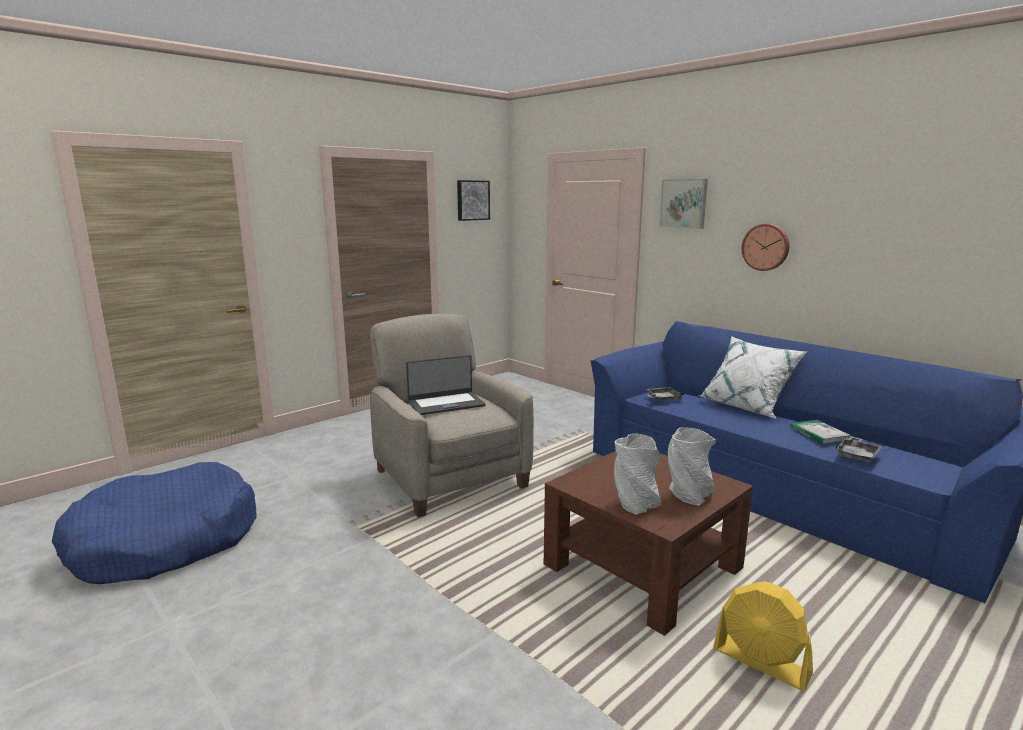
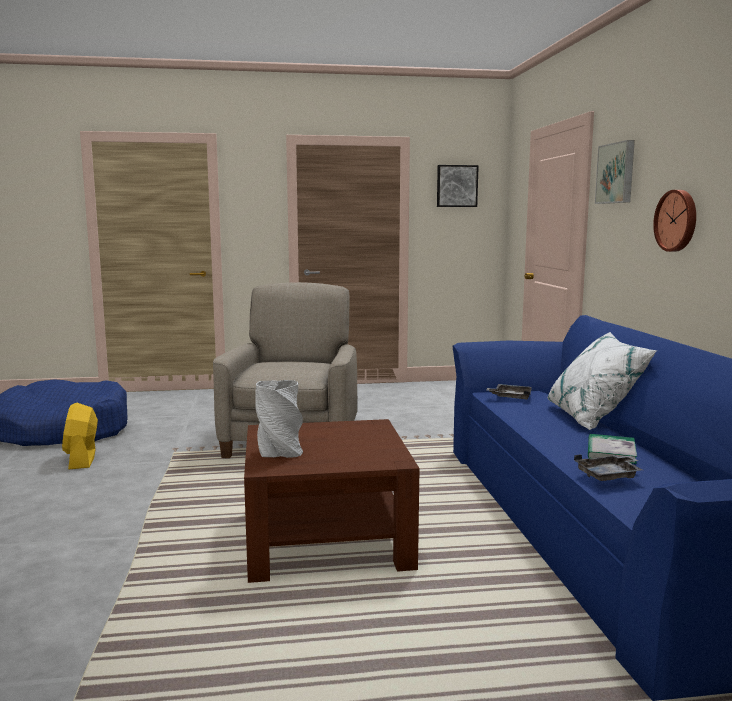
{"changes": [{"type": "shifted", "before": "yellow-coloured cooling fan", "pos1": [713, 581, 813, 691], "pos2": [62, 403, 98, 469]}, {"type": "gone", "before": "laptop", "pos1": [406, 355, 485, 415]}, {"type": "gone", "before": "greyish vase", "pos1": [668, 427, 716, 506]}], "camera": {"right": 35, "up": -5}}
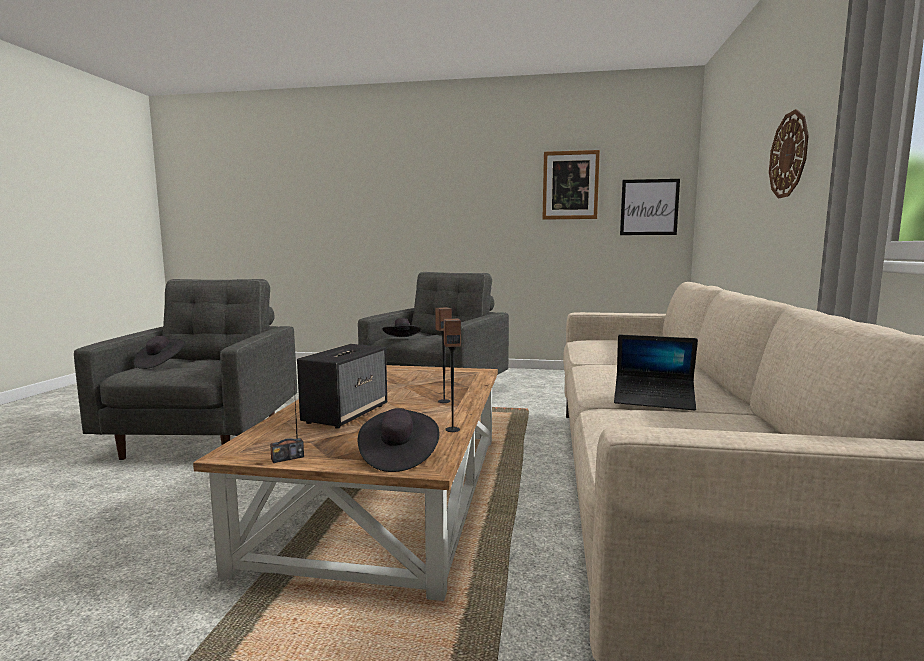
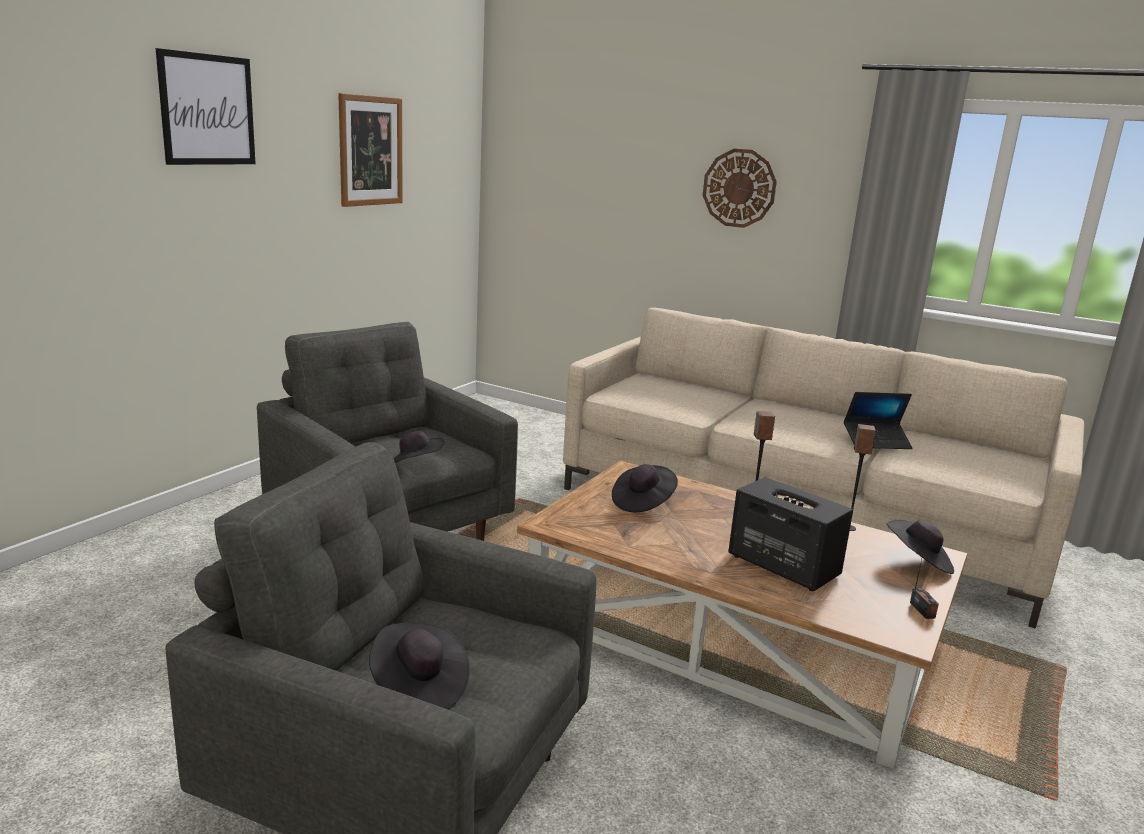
{"changes": [{"type": "shifted", "before": "wall art", "pos1": [620, 179, 680, 235], "pos2": [156, 48, 256, 165]}, {"type": "new", "after": "blackish clothing hat", "pos2": [612, 464, 678, 512]}, {"type": "rotated", "before": "laptop", "pos1": [614, 334, 698, 410], "pos2": [844, 392, 913, 449], "turn": 45}], "camera": {"right": -70, "up": 10}}
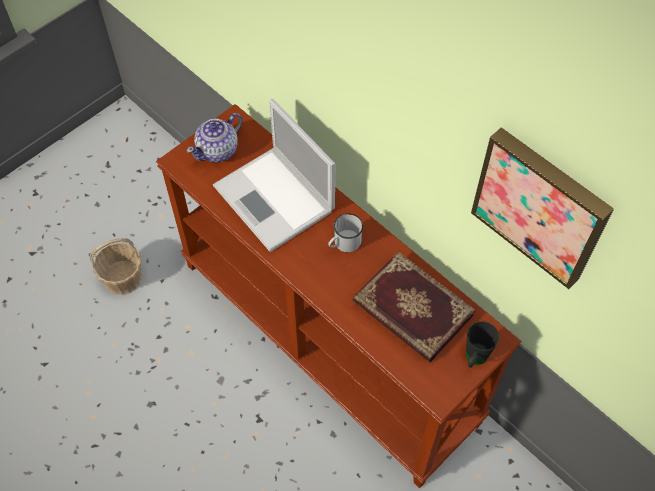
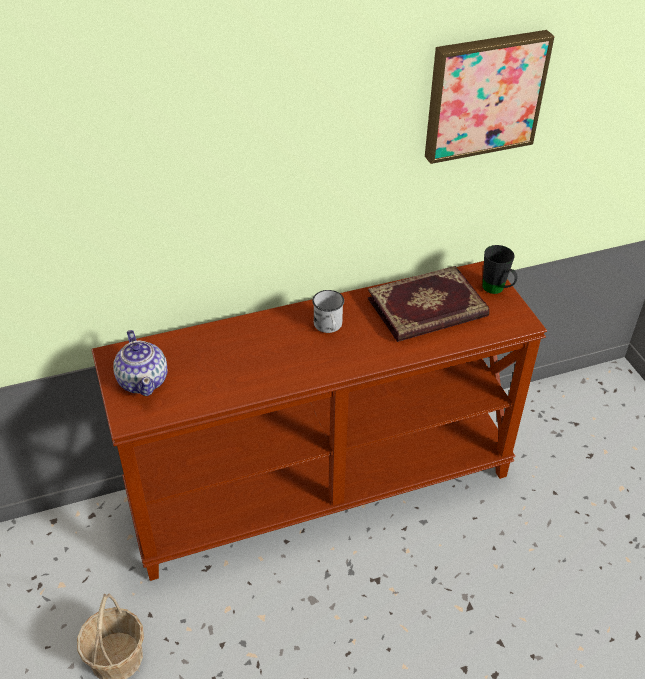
{"changes": [{"type": "gone", "before": "laptop", "pos1": [213, 99, 335, 252]}], "camera": {"right": -65, "up": -15}}
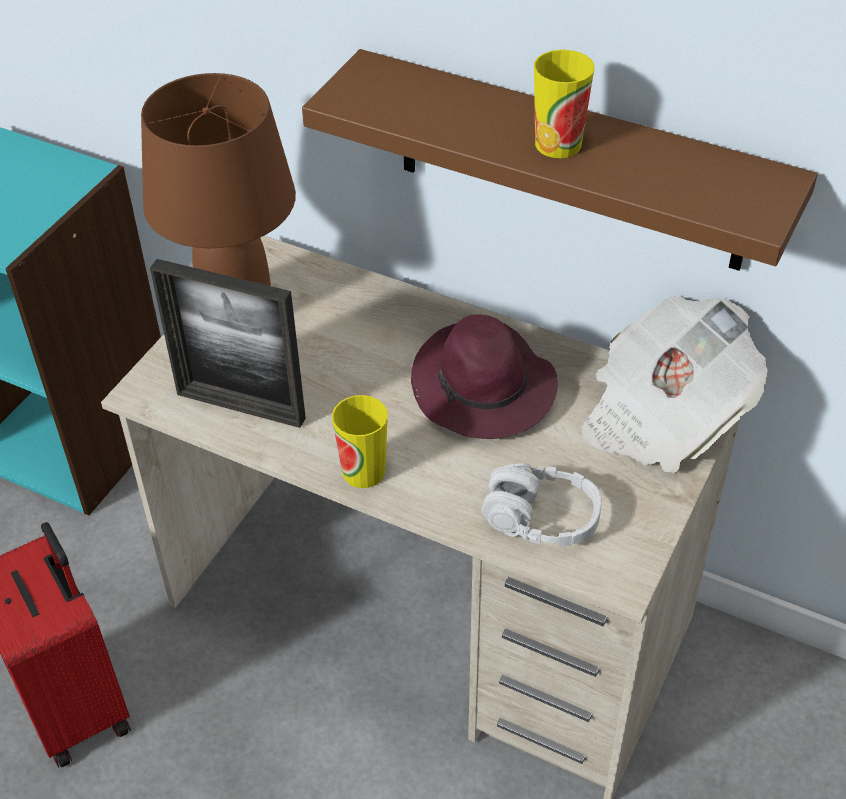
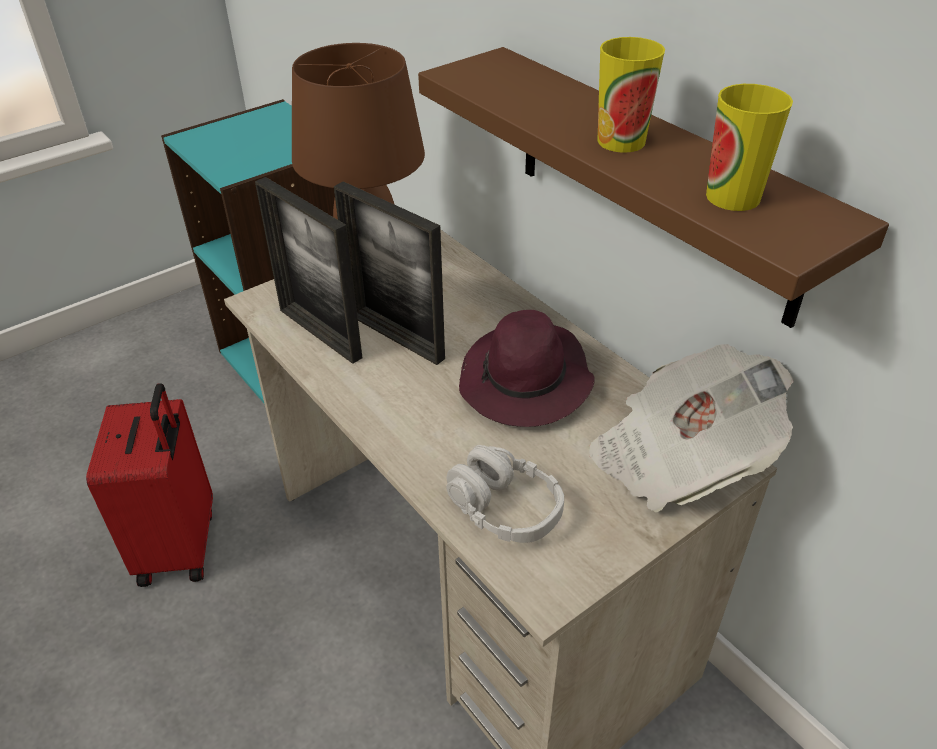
{"changes": [{"type": "new", "after": "photo frame", "pos2": [334, 181, 445, 365]}, {"type": "shifted", "before": "small cup", "pos1": [332, 395, 388, 488], "pos2": [706, 84, 793, 211]}], "camera": {"right": 25, "up": -5}}
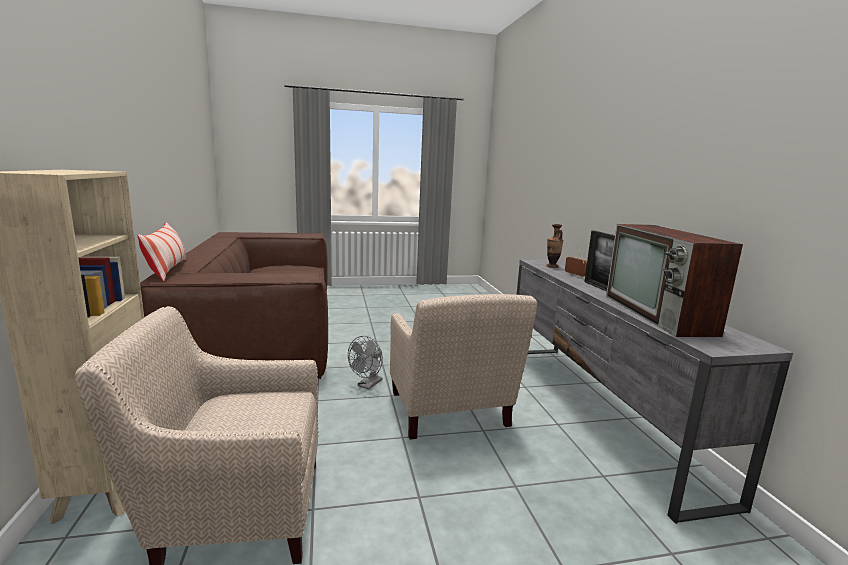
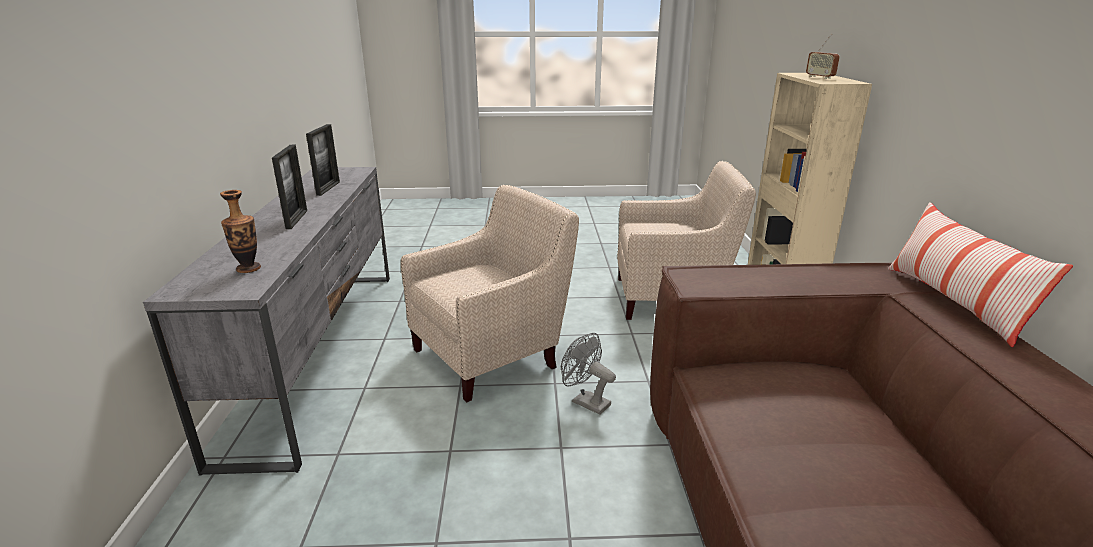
{"changes": [{"type": "swapped", "before": "television", "after": "photo frame", "pos1": [606, 224, 743, 337], "pos2": [306, 124, 340, 196]}, {"type": "rotated", "before": "beige-coloured armchair", "pos1": [390, 294, 537, 440], "pos2": [401, 185, 579, 403], "turn": 60}, {"type": "rotated", "before": "greyish cooling fan", "pos1": [348, 336, 383, 390], "pos2": [561, 333, 616, 415], "turn": -90}, {"type": "shifted", "before": "radio", "pos1": [565, 247, 587, 278], "pos2": [806, 34, 840, 79]}], "camera": {"right": -170, "up": 10}}
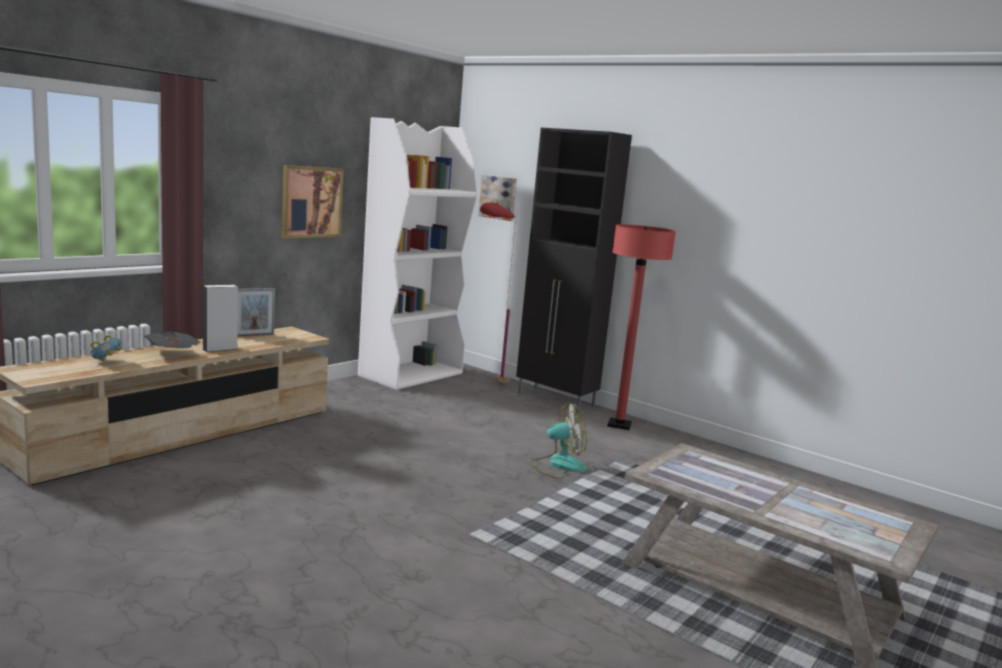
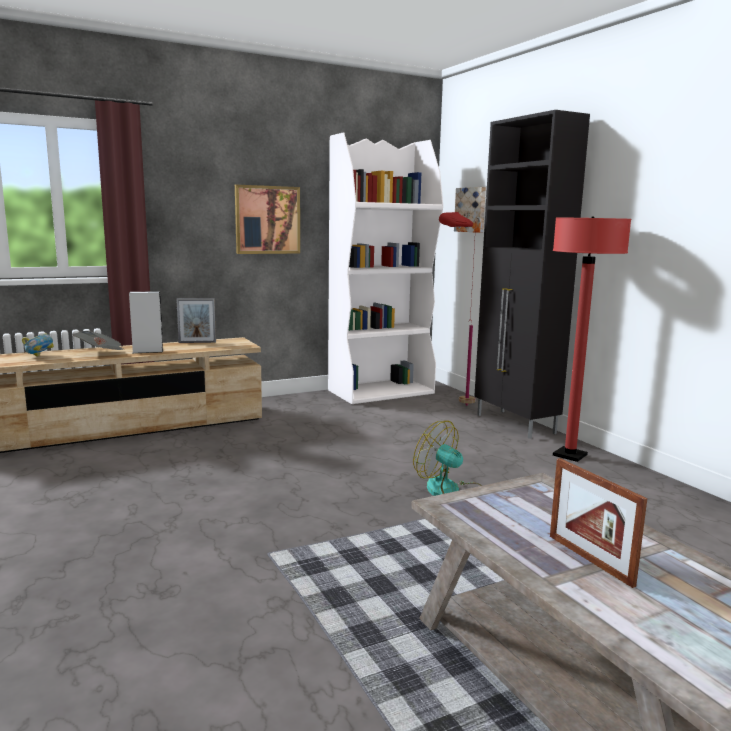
{"changes": [{"type": "rotated", "before": "cooling fan", "pos1": [530, 402, 587, 479], "pos2": [413, 421, 482, 496], "turn": -150}, {"type": "new", "after": "photo frame", "pos2": [550, 458, 647, 588]}], "camera": {"right": 25, "up": 0}}
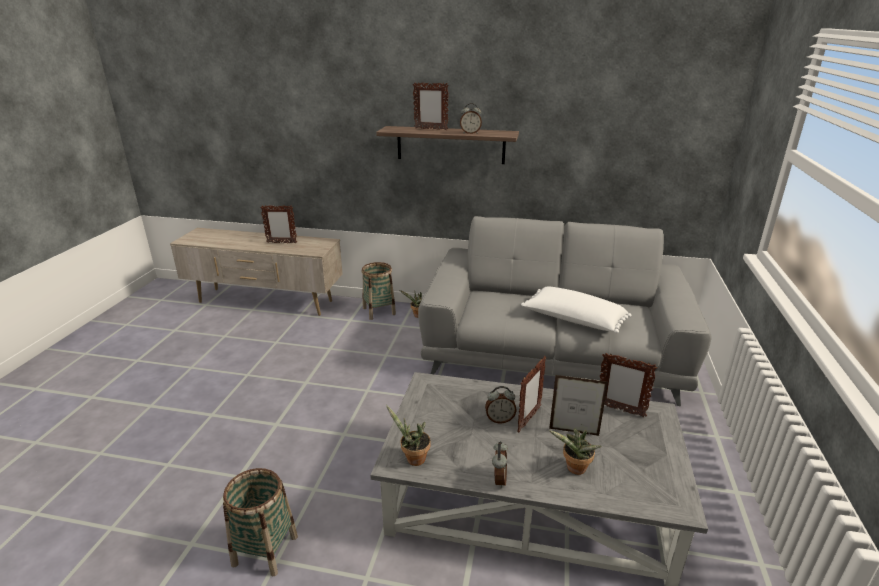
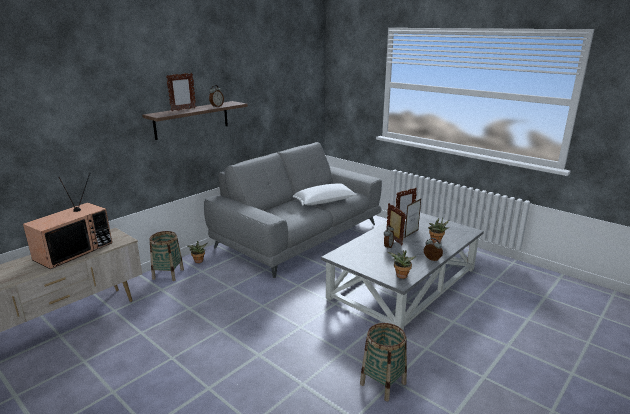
{"changes": [{"type": "swapped", "before": "photo frame", "after": "television", "pos1": [260, 205, 297, 244], "pos2": [23, 172, 112, 269]}], "camera": {"right": -60, "up": -5}}
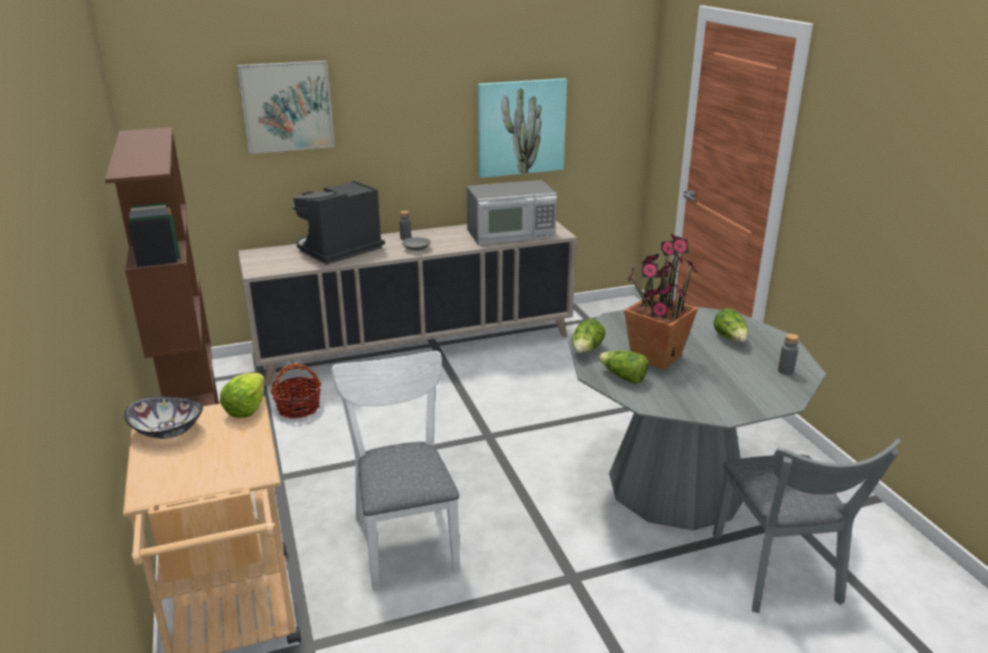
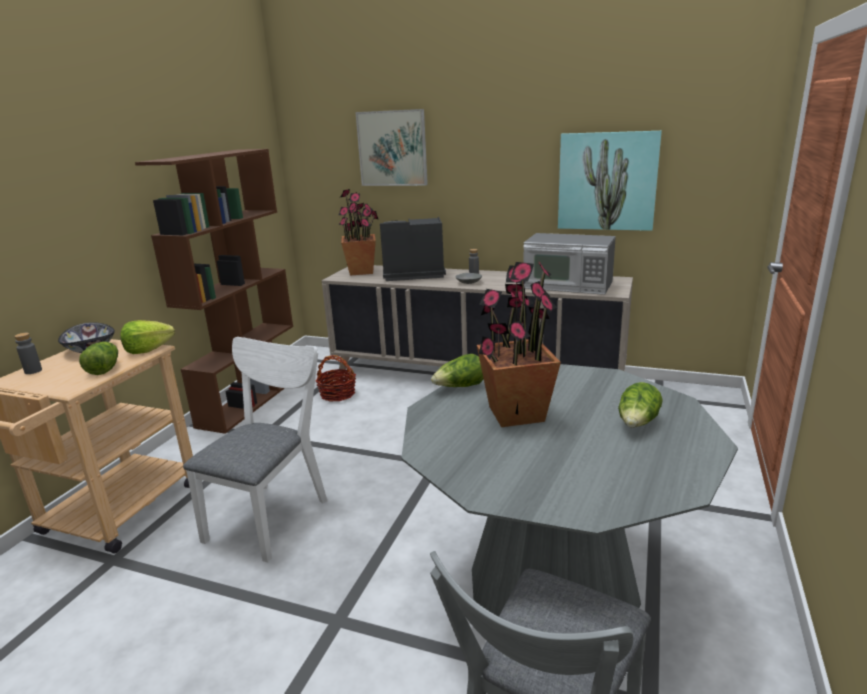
{"changes": [{"type": "shifted", "before": "greyish drink bottle", "pos1": [778, 334, 799, 375], "pos2": [14, 333, 42, 374]}, {"type": "shifted", "before": "lettuce", "pos1": [599, 350, 649, 384], "pos2": [79, 341, 118, 375]}, {"type": "new", "after": "houseplant", "pos2": [338, 189, 379, 276]}], "camera": {"right": 40, "up": -5}}
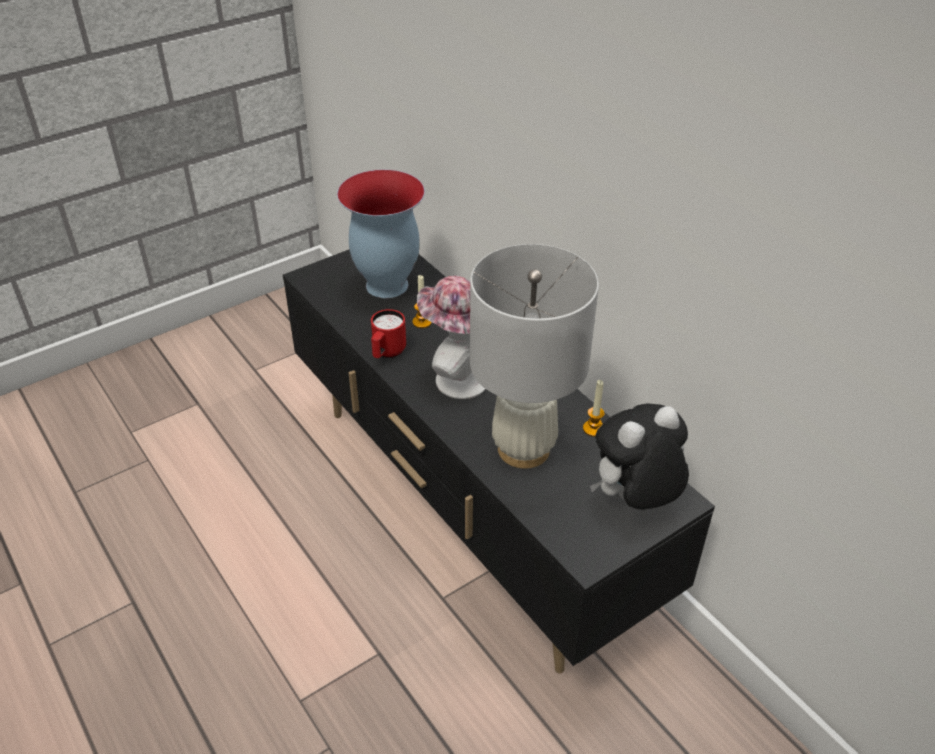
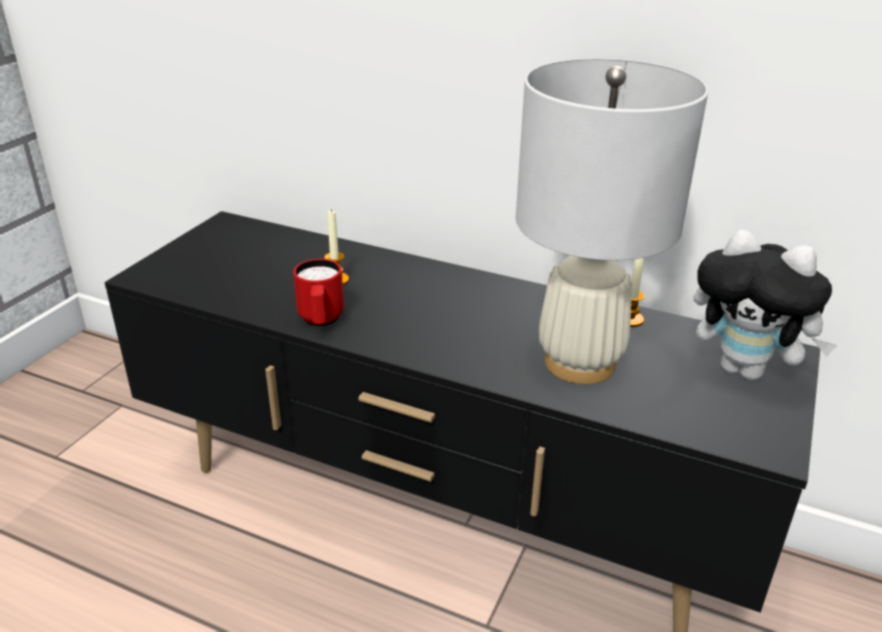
{"changes": [{"type": "rotated", "before": "soft toy", "pos1": [590, 404, 689, 510], "pos2": [694, 229, 837, 380], "turn": -90}, {"type": "gone", "before": "vase", "pos1": [337, 170, 425, 298]}, {"type": "gone", "before": "clothing hat", "pos1": [417, 276, 486, 399]}], "camera": {"right": -30, "up": -10}}
